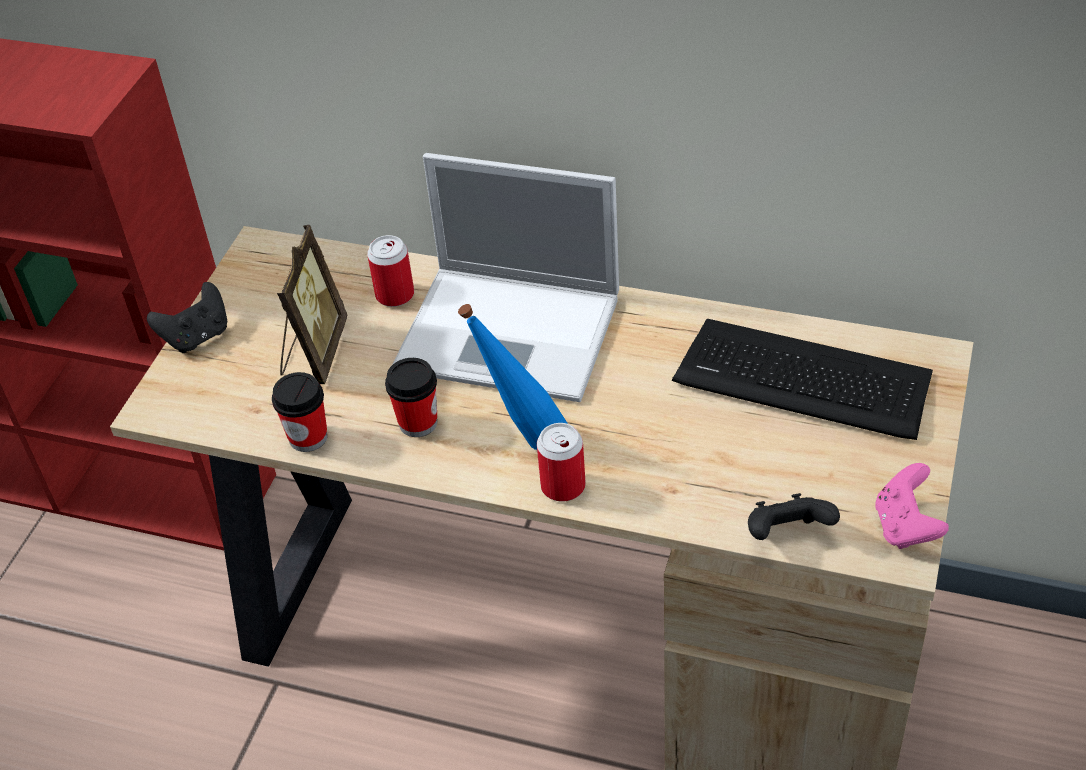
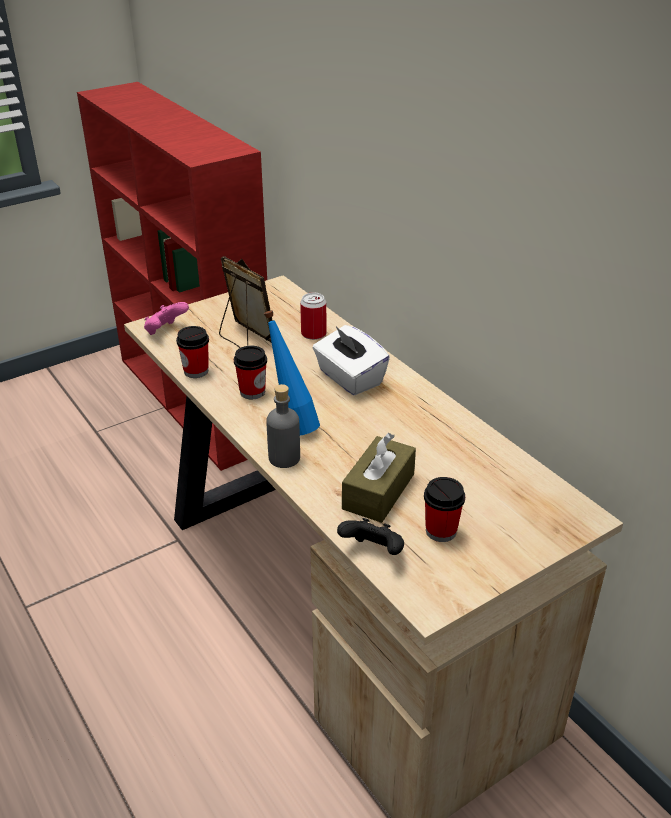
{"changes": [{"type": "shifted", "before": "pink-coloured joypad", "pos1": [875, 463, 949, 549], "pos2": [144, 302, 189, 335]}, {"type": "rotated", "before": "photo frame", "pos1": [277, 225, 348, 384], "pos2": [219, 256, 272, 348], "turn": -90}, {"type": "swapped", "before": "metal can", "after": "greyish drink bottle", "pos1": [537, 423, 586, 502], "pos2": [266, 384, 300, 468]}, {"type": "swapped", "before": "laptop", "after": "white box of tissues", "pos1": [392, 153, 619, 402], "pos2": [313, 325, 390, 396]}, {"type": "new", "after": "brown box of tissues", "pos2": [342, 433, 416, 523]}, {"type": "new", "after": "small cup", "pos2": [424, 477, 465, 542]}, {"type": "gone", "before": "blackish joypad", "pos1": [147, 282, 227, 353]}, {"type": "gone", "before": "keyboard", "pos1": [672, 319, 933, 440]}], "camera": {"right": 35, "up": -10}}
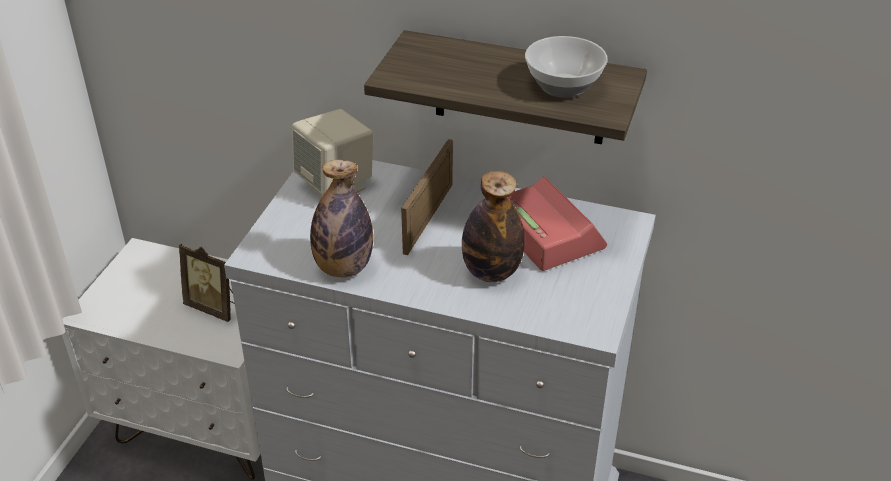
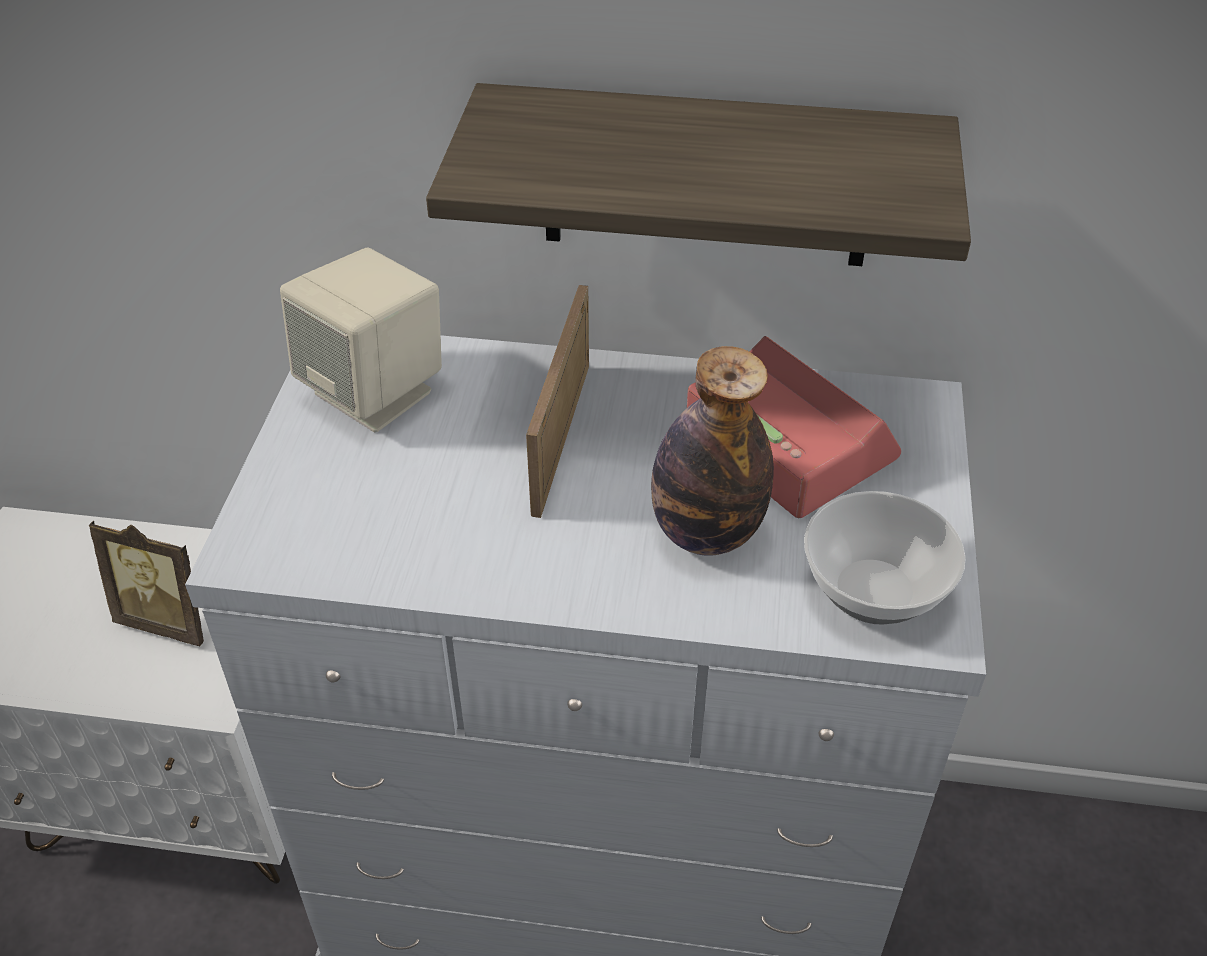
{"changes": [{"type": "shifted", "before": "deep dish", "pos1": [525, 36, 608, 98], "pos2": [804, 491, 966, 625]}, {"type": "gone", "before": "drink bottle", "pos1": [310, 160, 373, 277]}], "camera": {"right": -10, "up": 5}}
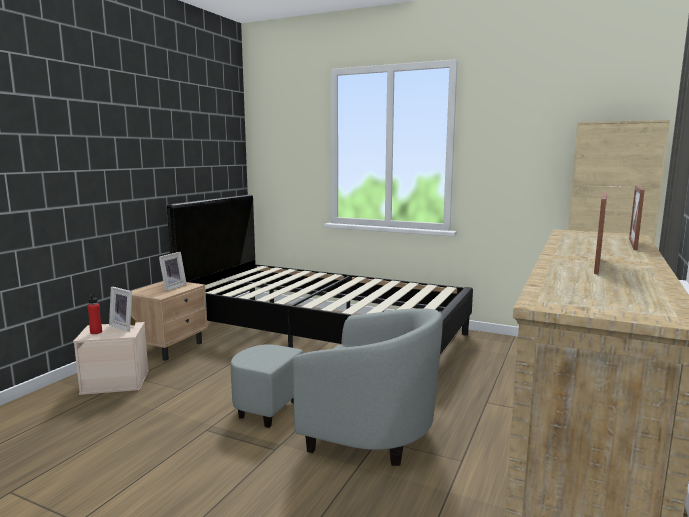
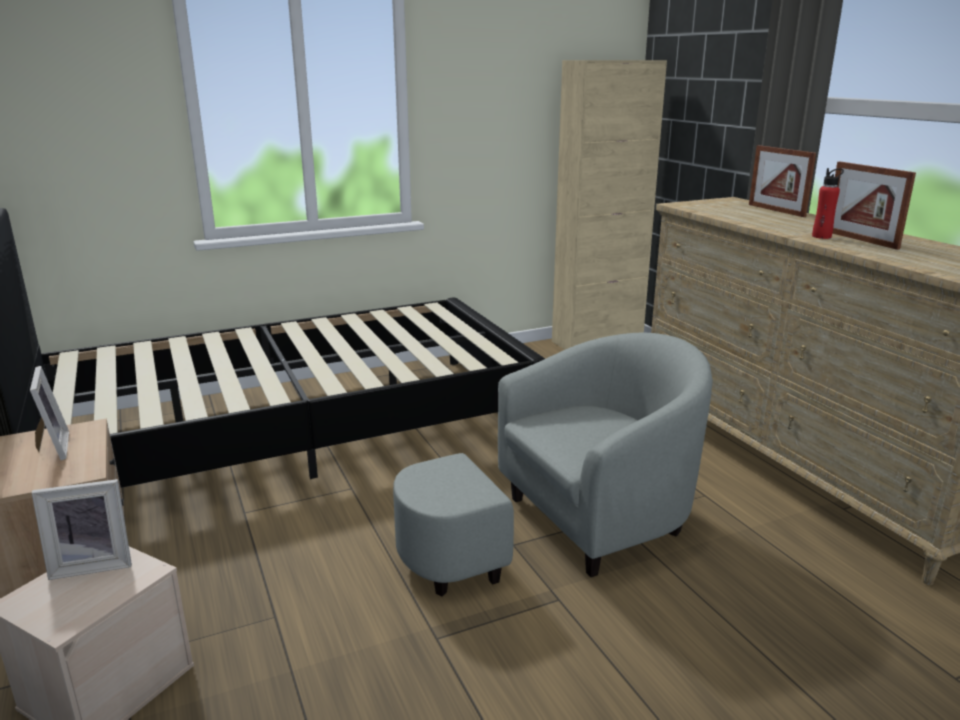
{"changes": [{"type": "shifted", "before": "red-coloured drink bottle", "pos1": [87, 293, 102, 334], "pos2": [812, 168, 844, 239]}], "camera": {"right": -50, "up": 10}}
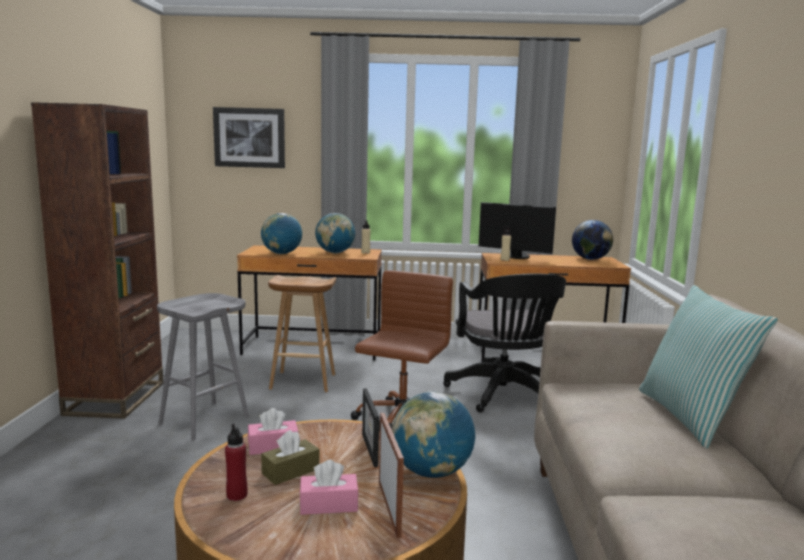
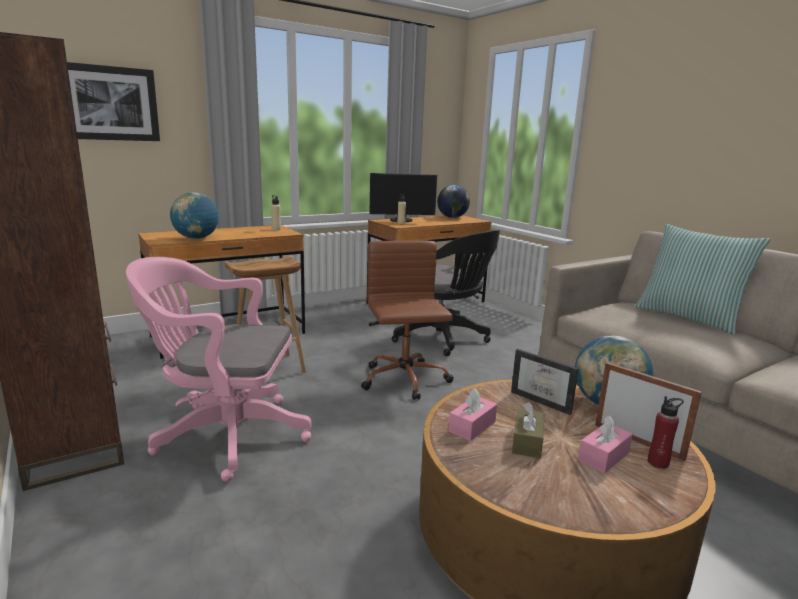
{"changes": [{"type": "swapped", "before": "greyish stool", "after": "pink-coloured computer chair", "pos1": [157, 293, 249, 441], "pos2": [126, 257, 312, 482]}, {"type": "shifted", "before": "red-coloured drink bottle", "pos1": [225, 424, 248, 501], "pos2": [648, 396, 684, 469]}, {"type": "gone", "before": "world globe", "pos1": [315, 213, 355, 253]}], "camera": {"right": -35, "up": 5}}
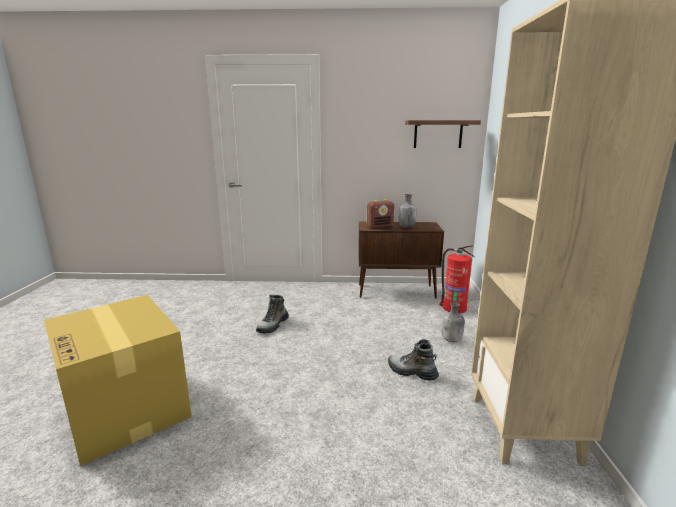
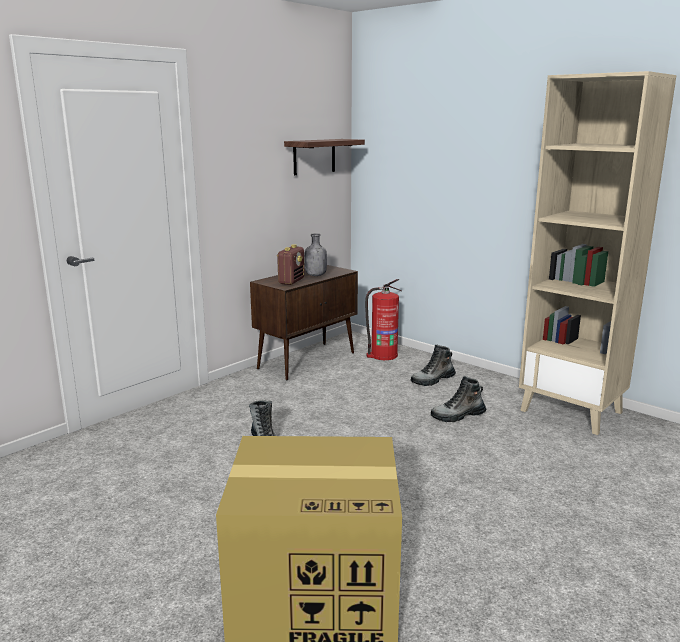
{"changes": [{"type": "swapped", "before": "greyish drink bottle", "after": "boot", "pos1": [442, 302, 465, 342], "pos2": [411, 345, 456, 386]}], "camera": {"right": -50, "up": 0}}
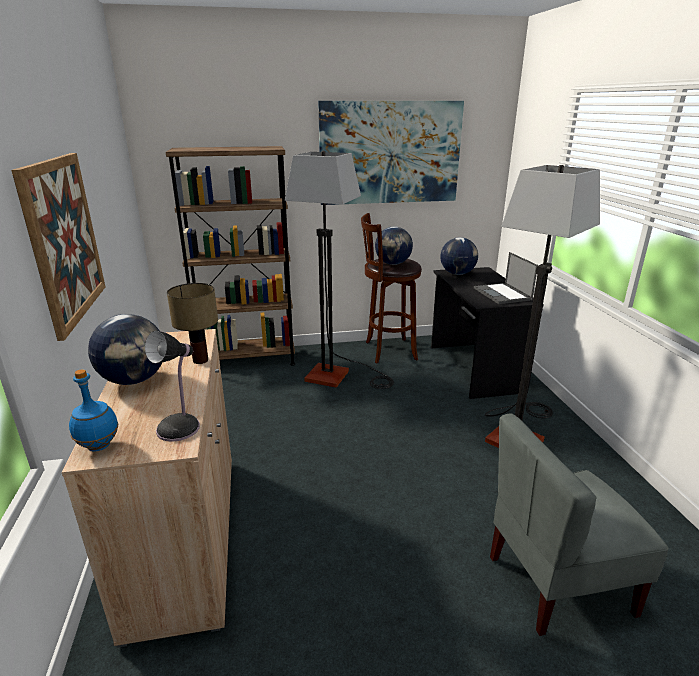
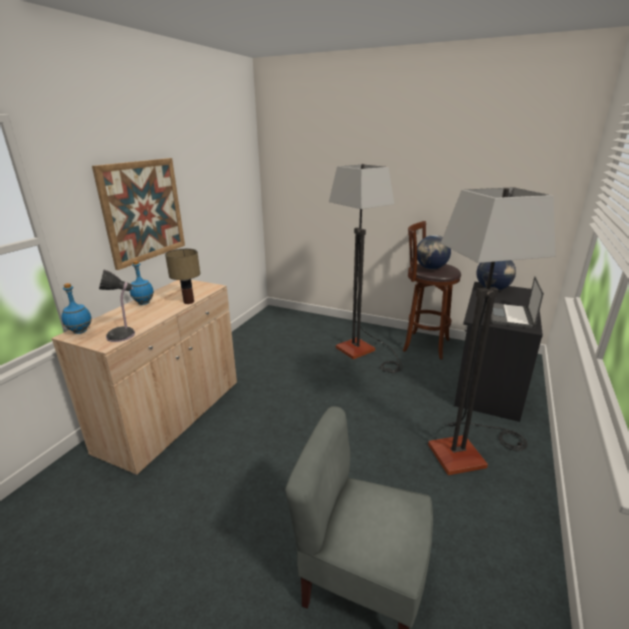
{"changes": [{"type": "swapped", "before": "world globe", "after": "blue-coloured drink bottle", "pos1": [88, 314, 162, 385], "pos2": [130, 261, 154, 305]}, {"type": "gone", "before": "brown shelving unit", "pos1": [166, 146, 295, 366]}, {"type": "gone", "before": "wall art", "pos1": [318, 101, 464, 205]}], "camera": {"right": 35, "up": 0}}
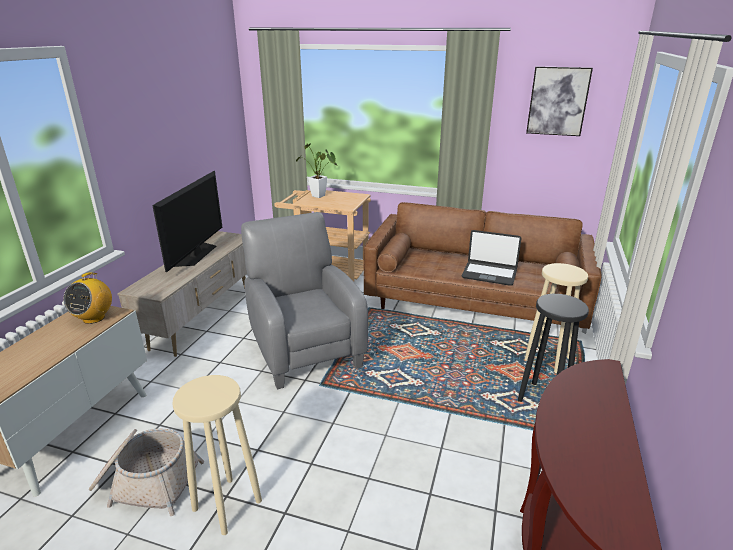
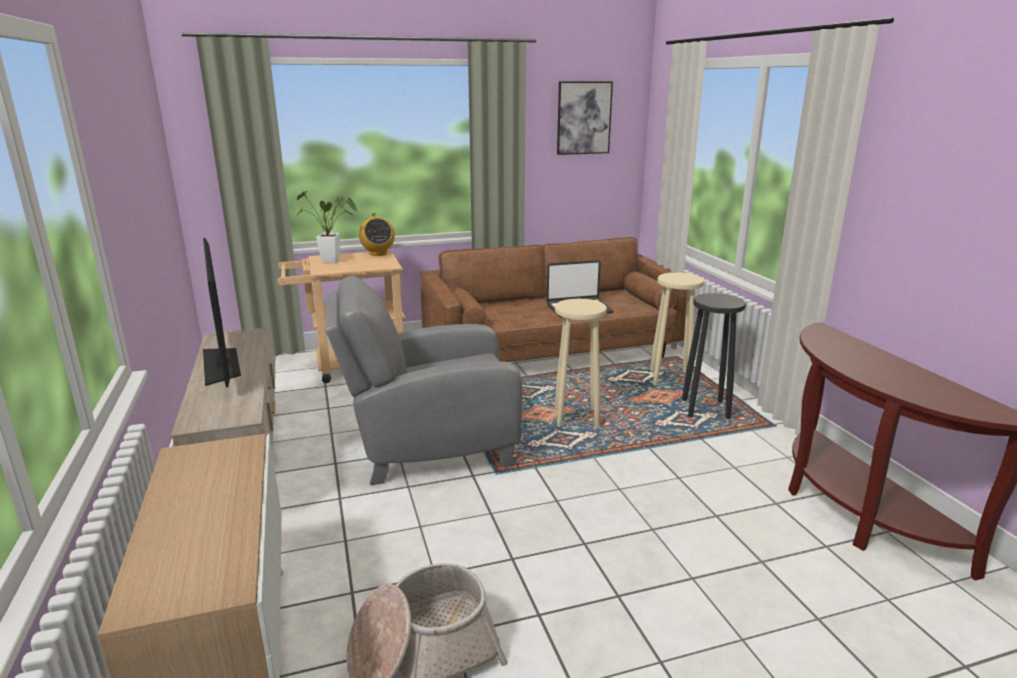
{"changes": [{"type": "rotated", "before": "greyish armchair", "pos1": [241, 212, 368, 389], "pos2": [325, 276, 523, 485], "turn": -45}, {"type": "shifted", "before": "radio", "pos1": [63, 272, 112, 324], "pos2": [359, 213, 395, 256]}, {"type": "shifted", "before": "beige-coloured stool", "pos1": [172, 375, 262, 535], "pos2": [555, 299, 607, 427]}], "camera": {"right": -35, "up": -5}}
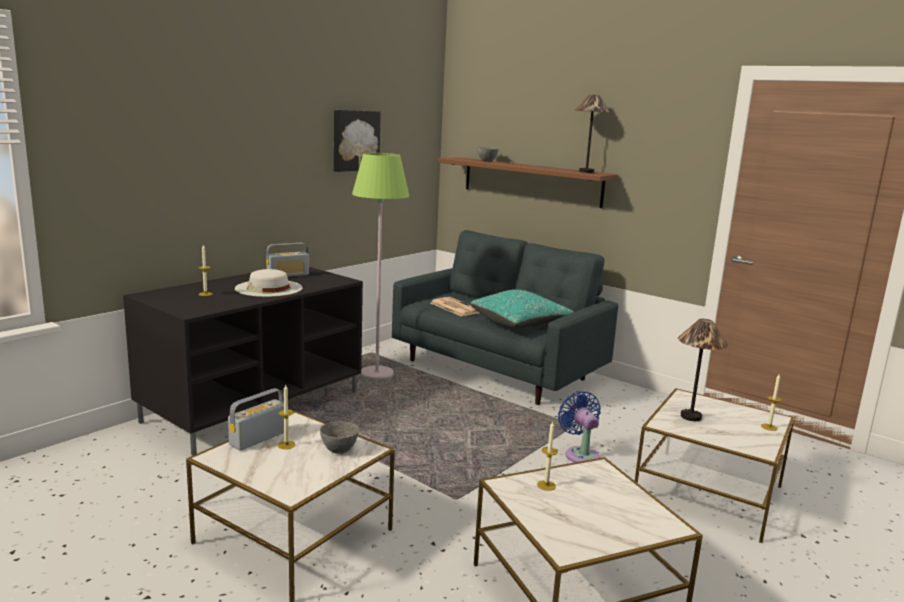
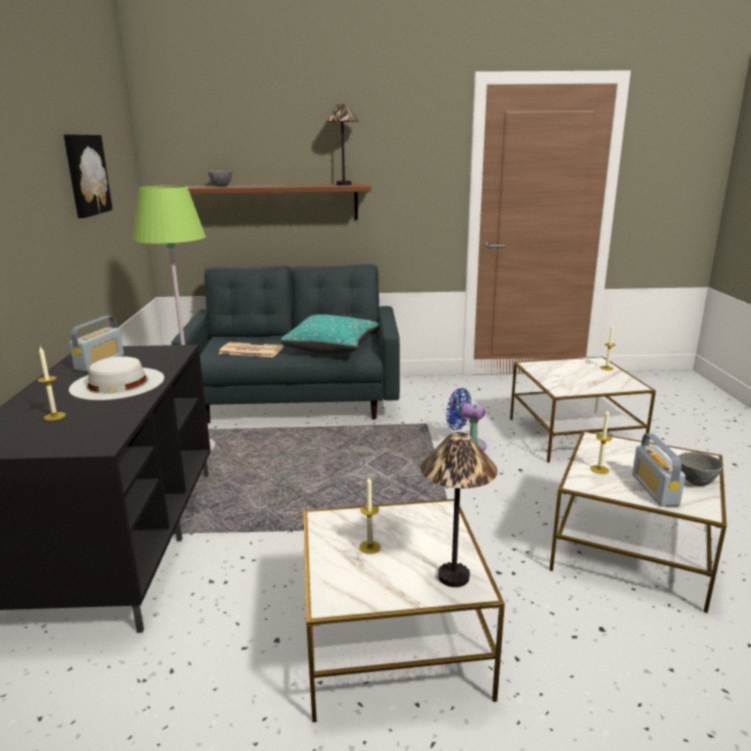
{"changes": [{"type": "shifted", "before": "lamp for a table", "pos1": [678, 319, 728, 421], "pos2": [420, 432, 498, 587]}, {"type": "shifted", "before": "radio", "pos1": [228, 388, 284, 451], "pos2": [632, 434, 685, 506]}, {"type": "shifted", "before": "greyish deep dish", "pos1": [320, 421, 359, 454], "pos2": [678, 452, 723, 486]}], "camera": {"right": -40, "up": 5}}
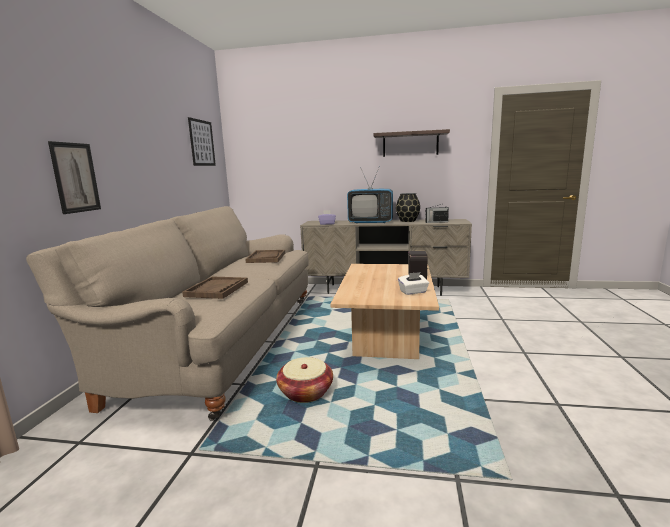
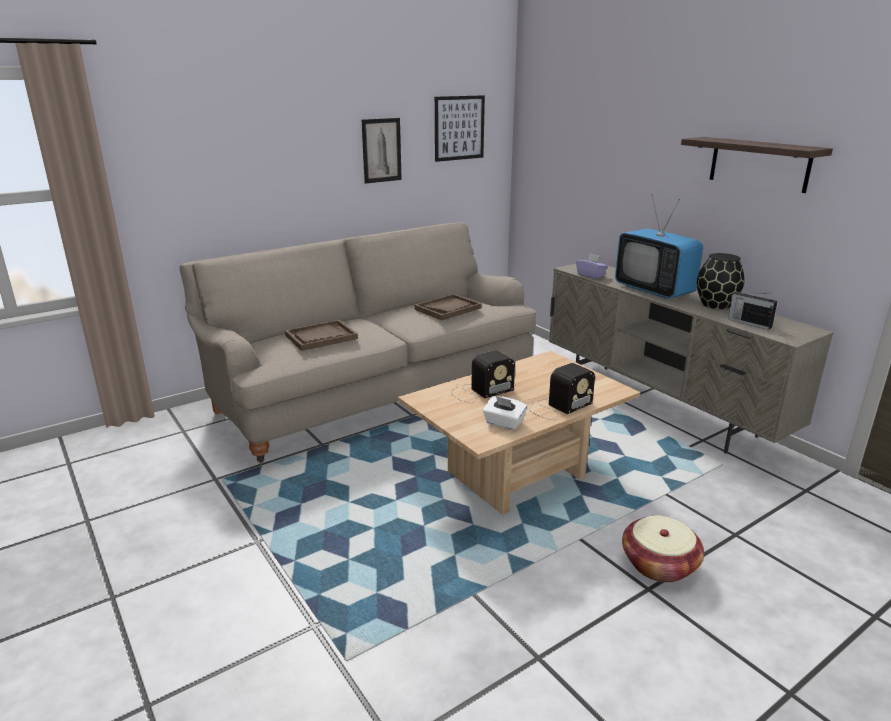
{"changes": [{"type": "shifted", "before": "wall art", "pos1": [48, 141, 101, 214], "pos2": [362, 118, 402, 184]}, {"type": "new", "after": "radio", "pos2": [451, 350, 515, 403]}, {"type": "shifted", "before": "household basket", "pos1": [276, 357, 333, 403], "pos2": [622, 516, 704, 582]}], "camera": {"right": 45, "up": 10}}
